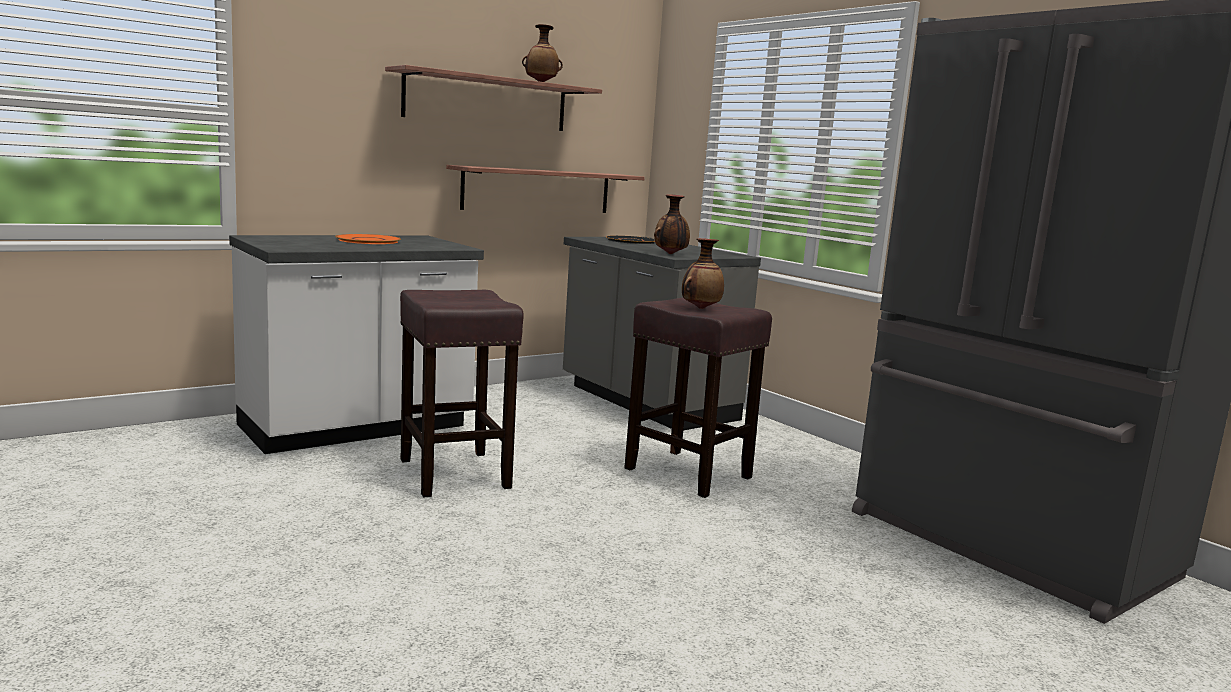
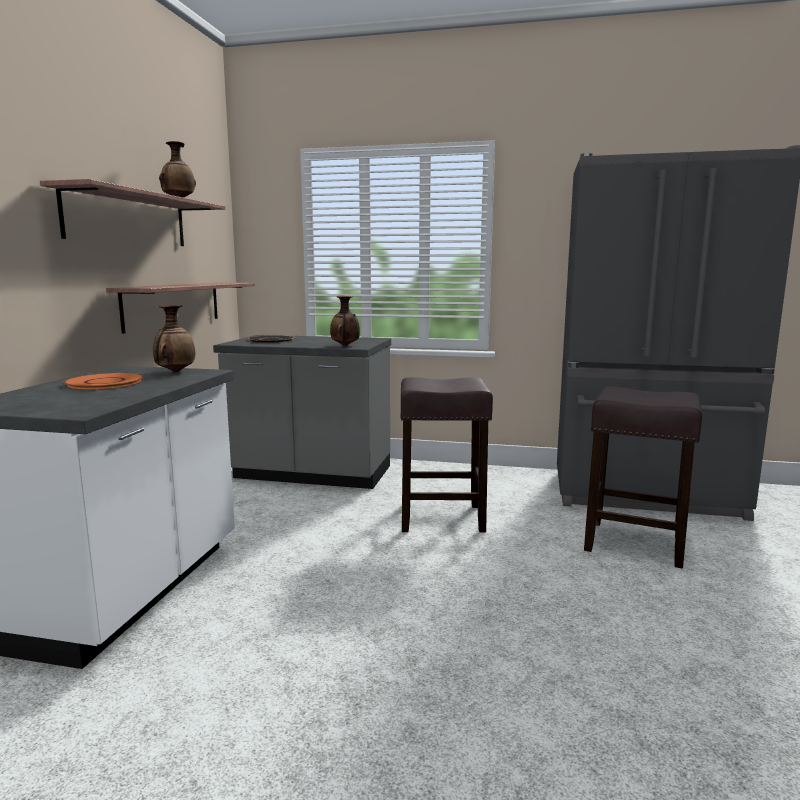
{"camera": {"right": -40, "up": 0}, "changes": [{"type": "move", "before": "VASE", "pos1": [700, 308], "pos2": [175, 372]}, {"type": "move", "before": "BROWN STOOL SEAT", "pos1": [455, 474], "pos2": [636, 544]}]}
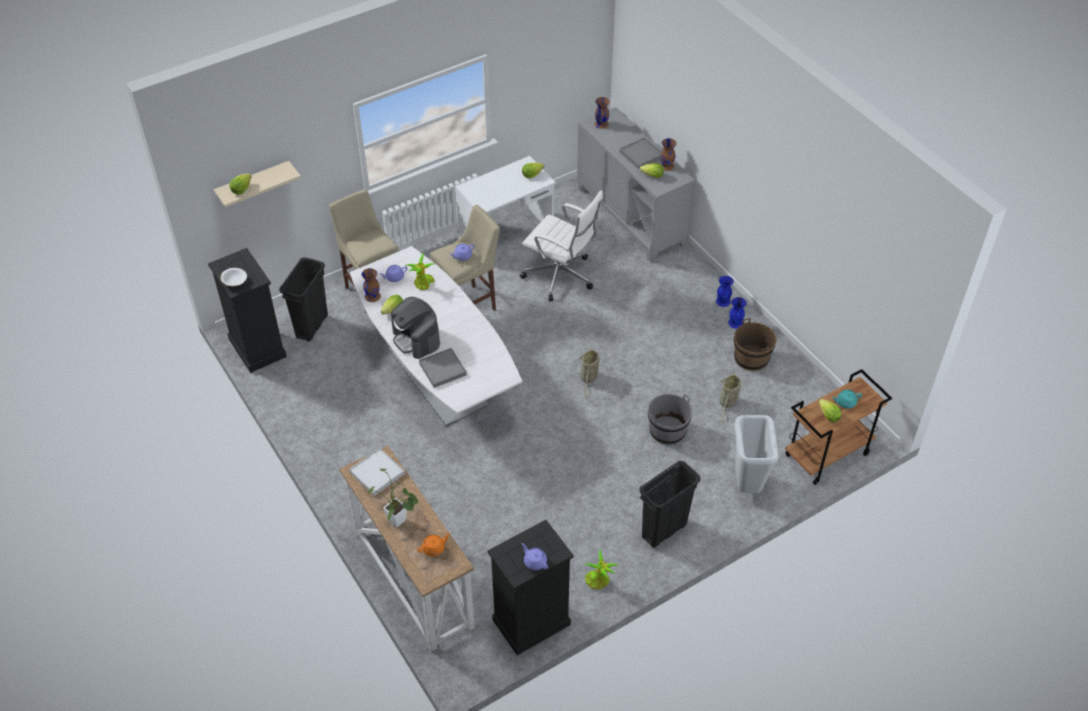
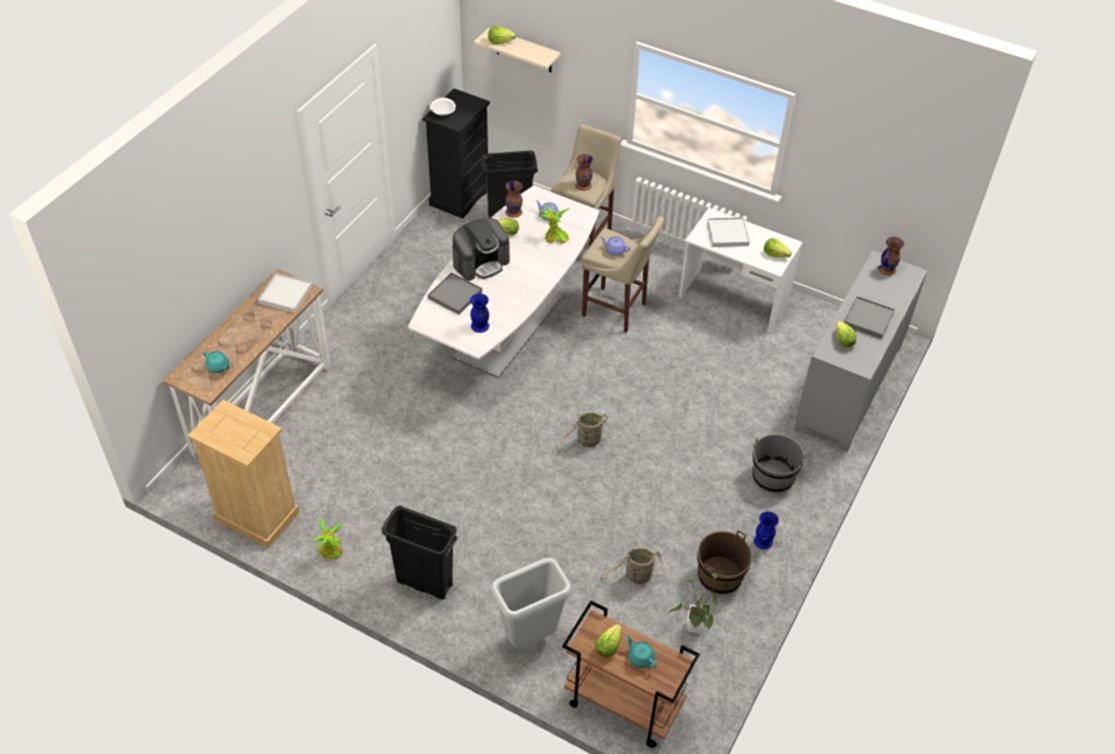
{"camera": {"right": 60, "up": 0}, "changes": [{"type": "recolor", "before": "BLACK DRAWER CHEST", "after": "SAND-COLOURED DRAWER CHEST", "pos1": [531, 622], "pos2": [256, 516]}, {"type": "recolor", "before": "ORANGE-COLOURED TEA POT", "after": "TURQUOISE-COLOURED TEA POT", "pos1": [434, 548], "pos2": [218, 367]}, {"type": "rotate", "before": "COFFEE MAKER", "pos1": [416, 339], "pos2": [481, 262], "turn": -150}, {"type": "move", "before": "BLUE-COLOURED VASE", "pos1": [723, 301], "pos2": [479, 326]}, {"type": "move", "before": "BROWN VASE", "pos1": [667, 166], "pos2": [583, 185]}, {"type": "move", "before": "HOUSEPLANT", "pos1": [399, 523], "pos2": [693, 631]}, {"type": "insert", "after": "WHITE CARRYING TRAY", "pos2": [727, 234]}, {"type": "move", "before": "GRAY WATER BUCKET", "pos1": [667, 431], "pos2": [773, 477]}, {"type": "delete", "before": "WHITE COMPUTER CHAIR", "pos1": [561, 276]}, {"type": "delete", "before": "PURPLISH TEA POT", "pos1": [534, 562]}]}
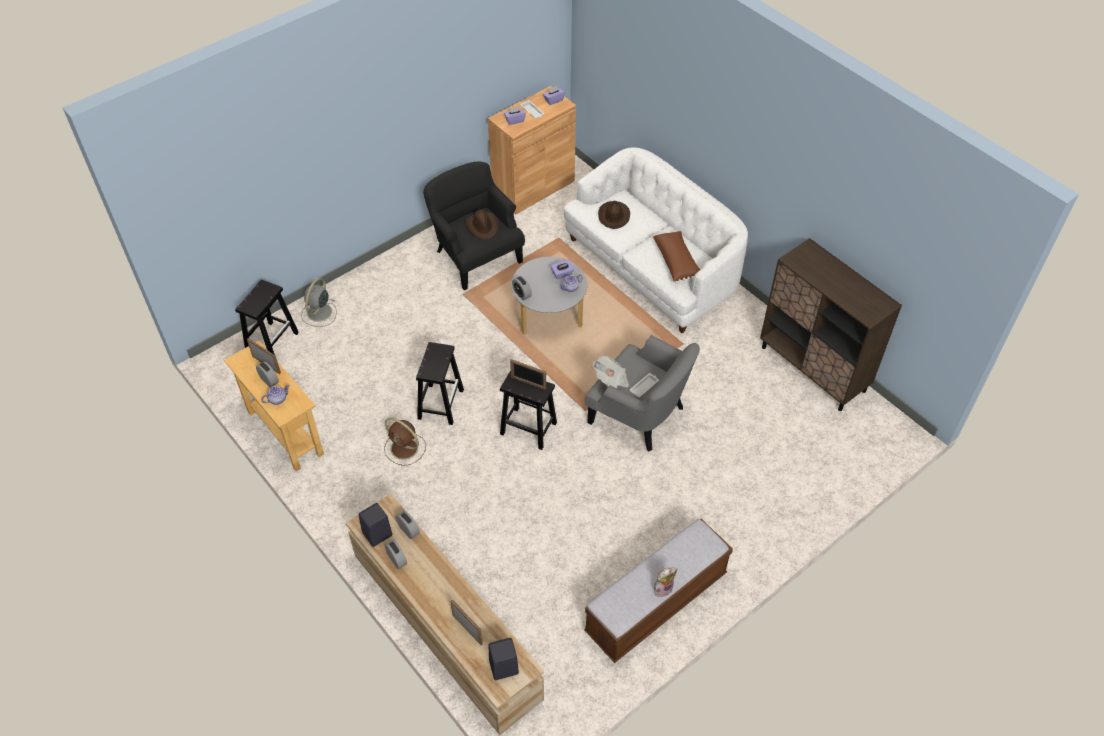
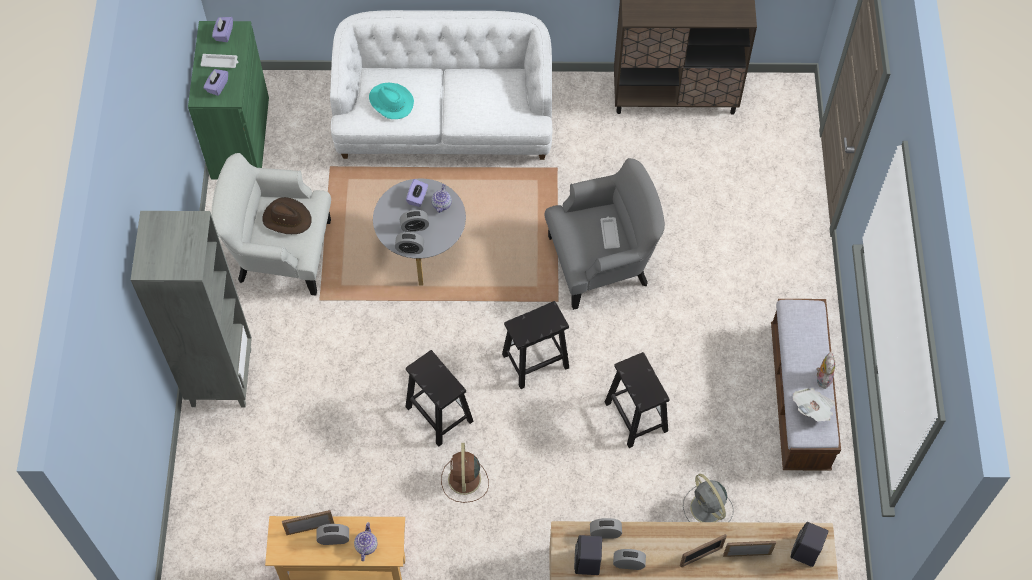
{"camera": {"right": -50, "up": 10}, "changes": [{"type": "insert", "after": "GRAY BOOKSHELF", "pos2": [221, 377]}, {"type": "recolor", "before": "BROWN STORAGE CABINET", "after": "GREEN-COLOURED STORAGE CABINET", "pos1": [533, 187], "pos2": [240, 138]}, {"type": "recolor", "before": "BLACK EASY CHAIR", "after": "WHITE EASY CHAIR", "pos1": [476, 256], "pos2": [281, 253]}, {"type": "recolor", "before": "BROWN HAT", "after": "TURQUOISE-COLOURED HAT", "pos1": [613, 216], "pos2": [391, 102]}, {"type": "insert", "after": "BEDSIDE CLOCK", "pos2": [414, 227]}, {"type": "rotate", "before": "BROWN COOLING FAN", "pos1": [405, 449], "pos2": [464, 480], "turn": 105}, {"type": "move", "before": "BLACK STOOL SEAT", "pos1": [272, 341], "pos2": [635, 416]}, {"type": "move", "before": "PICTURE FRAME", "pos1": [528, 383], "pos2": [701, 556]}, {"type": "move", "before": "GRAY COOLING FAN", "pos1": [319, 313], "pos2": [707, 509]}, {"type": "move", "before": "DAILY PAPER", "pos1": [611, 379], "pos2": [813, 409]}, {"type": "delete", "before": "BROWN PILLOW", "pos1": [677, 262]}]}
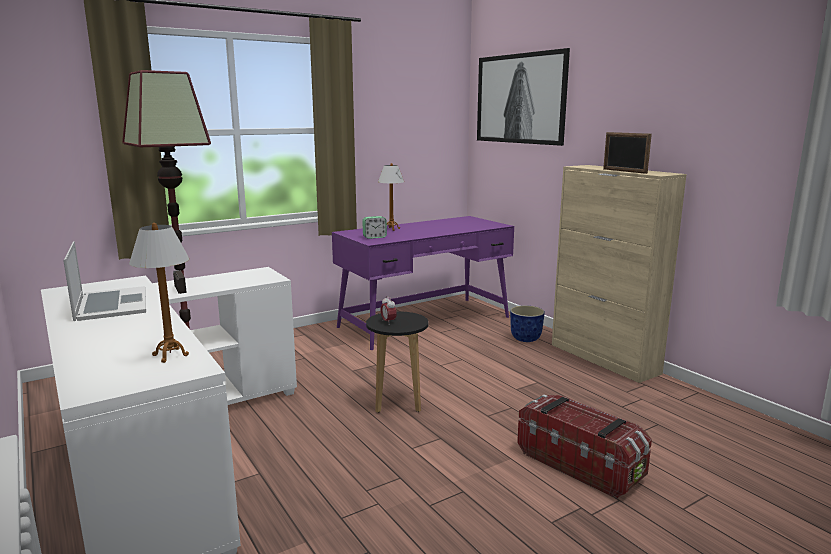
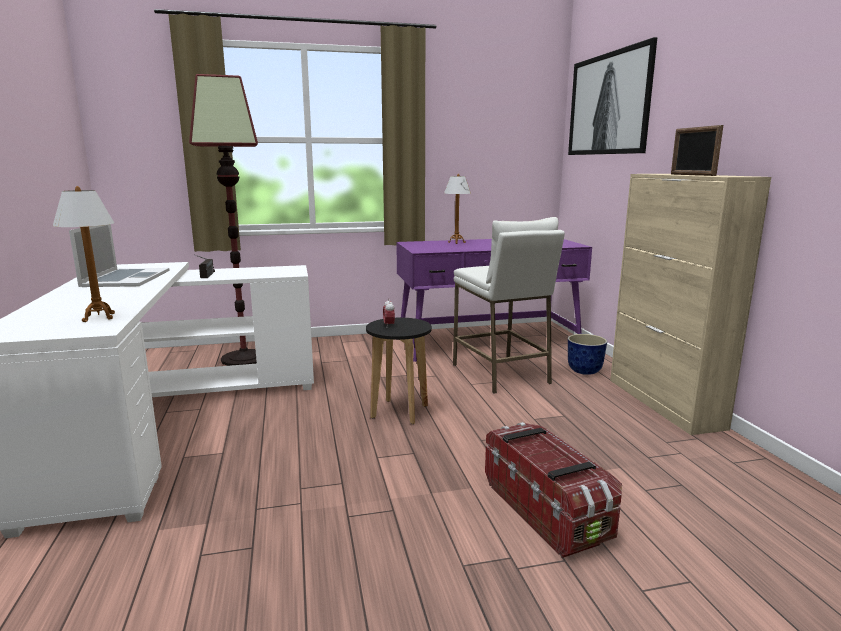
{"camera": {"right": 20, "up": 0}, "changes": [{"type": "insert", "after": "WHITE STOOL SEAT", "pos2": [501, 374]}, {"type": "delete", "before": "BEDSIDE CLOCK", "pos1": [374, 237]}]}
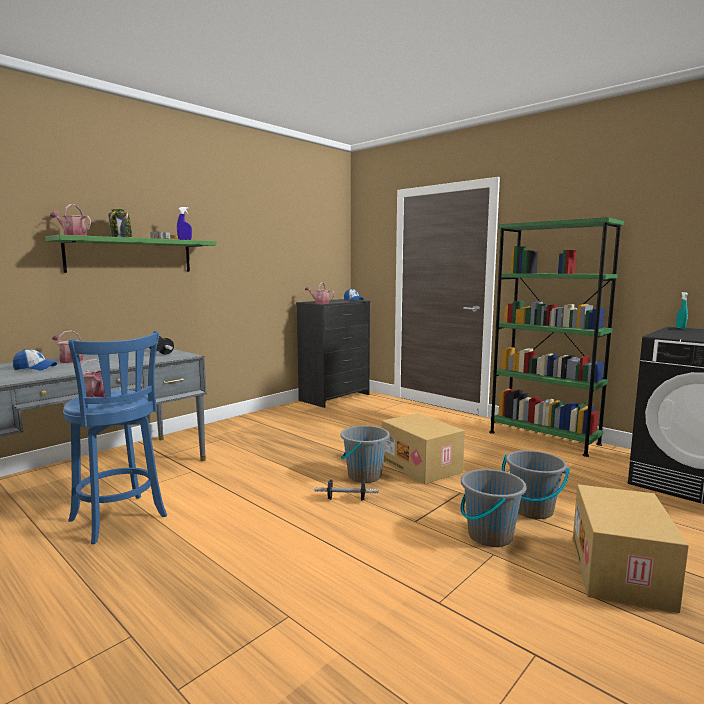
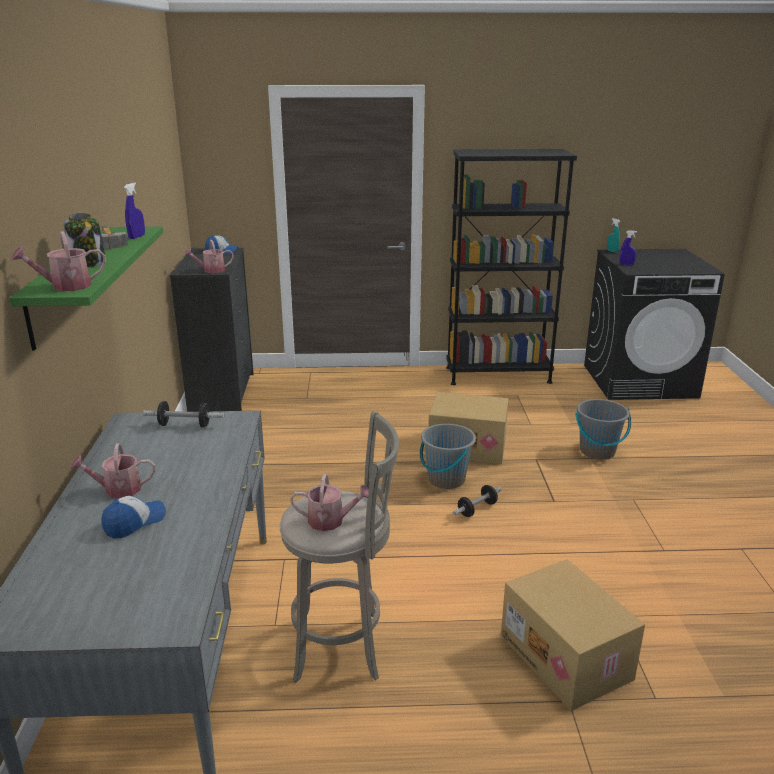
{"camera": {"right": -45, "up": 15}, "changes": [{"type": "recolor", "before": "BLUE-COLOURED STOOL SEAT", "after": "GRAY STOOL SEAT", "pos1": [120, 520], "pos2": [343, 646]}, {"type": "recolor", "before": "GREEN-COLOURED BOOKSHELF", "after": "BLACK BOOKSHELF", "pos1": [543, 438], "pos2": [498, 375]}, {"type": "move", "before": "CARTON", "pos1": [622, 572], "pos2": [567, 657]}, {"type": "insert", "after": "BLUE-COLOURED HAND SPRAYER", "pos2": [626, 264]}, {"type": "delete", "before": "GRAY WATER BUCKET", "pos1": [489, 536]}]}
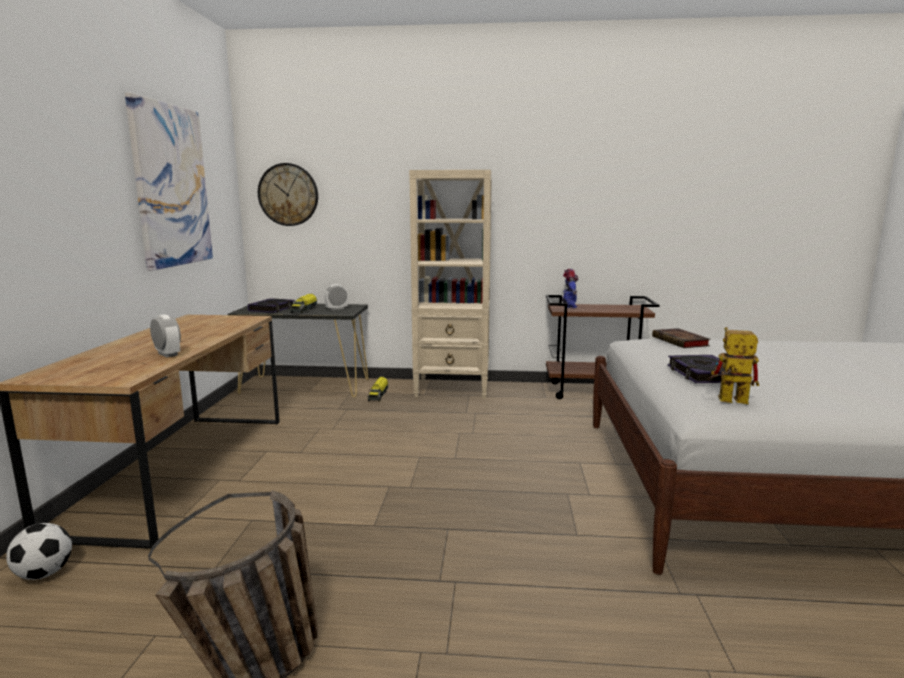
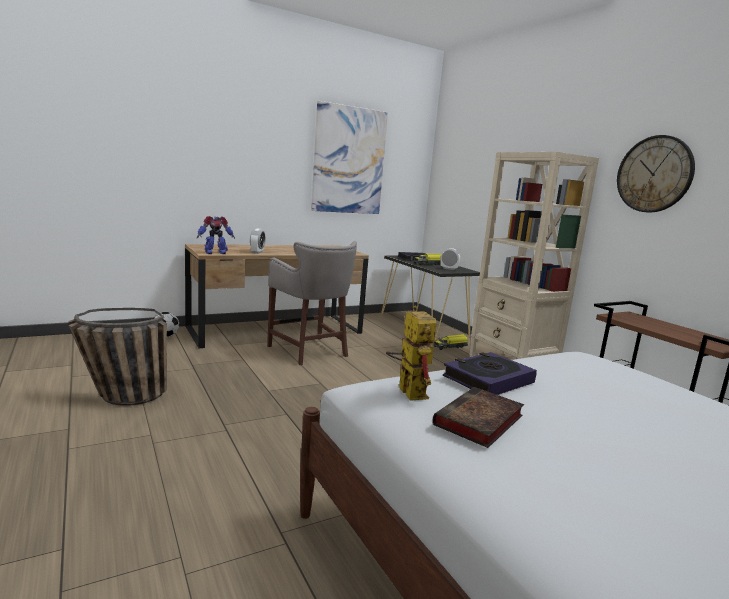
{"camera": {"right": 55, "up": 0}, "changes": [{"type": "move", "before": "ROBOT FIGURE", "pos1": [569, 306], "pos2": [215, 253]}, {"type": "insert", "after": "GRAY STOOL SEAT", "pos2": [310, 351]}, {"type": "move", "before": "BOOK", "pos1": [681, 342], "pos2": [478, 422]}, {"type": "move", "before": "HANGING CLOCK", "pos1": [288, 194], "pos2": [654, 174]}]}
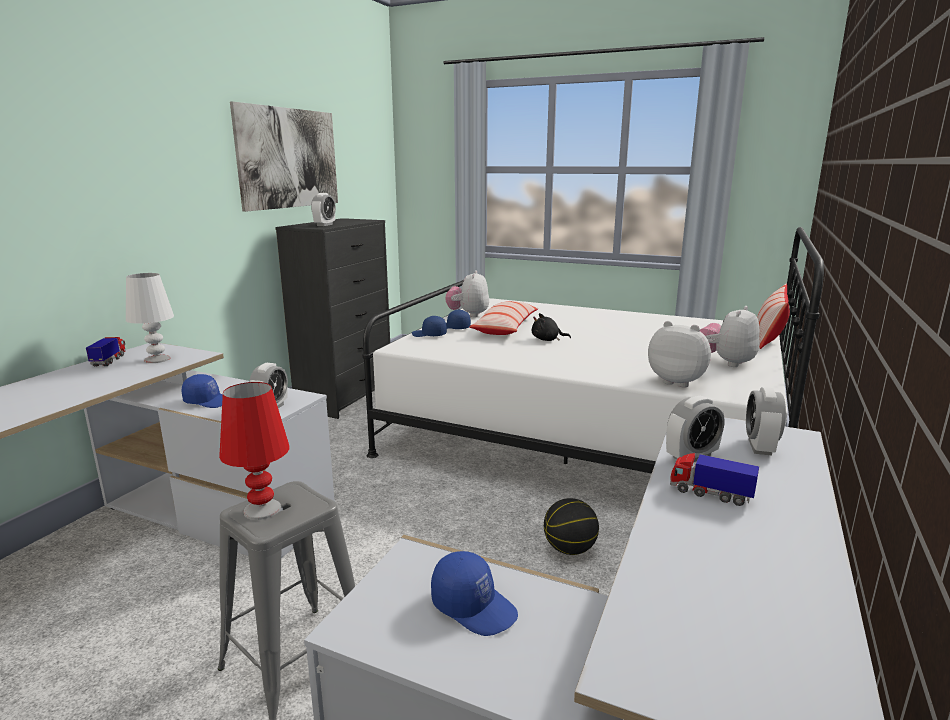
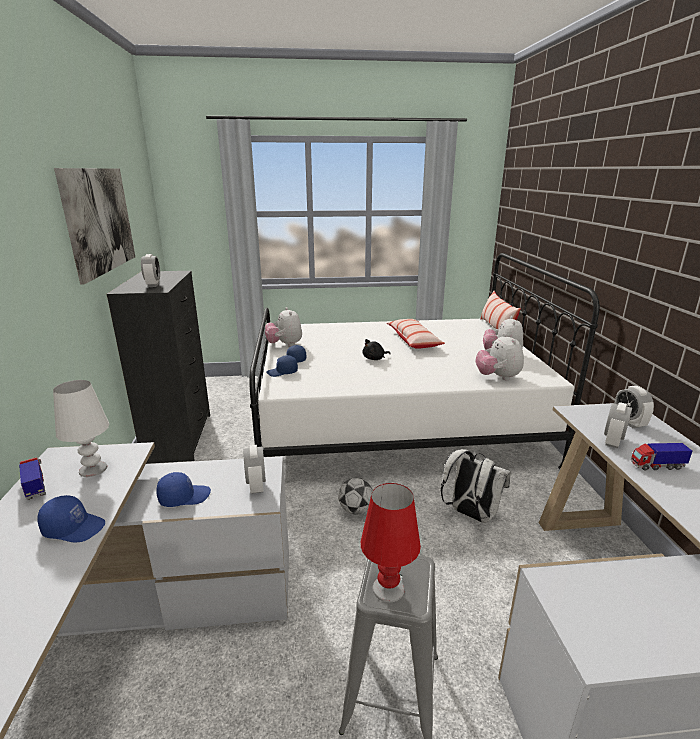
{"camera": {"right": -30, "up": 5}, "changes": [{"type": "move", "before": "BLUE-COLOURED PEAKED CAP", "pos1": [474, 606], "pos2": [74, 527]}, {"type": "insert", "after": "FOOTBALL", "pos2": [356, 510]}, {"type": "move", "before": "PILLOW", "pos1": [505, 328], "pos2": [413, 341]}, {"type": "replace", "before": "BASKETBALL", "after": "WHITE KNAPSACK", "pos1": [569, 549], "pos2": [470, 514]}, {"type": "rotate", "before": "SOFT TOY", "pos1": [678, 381], "pos2": [497, 377], "turn": -105}]}
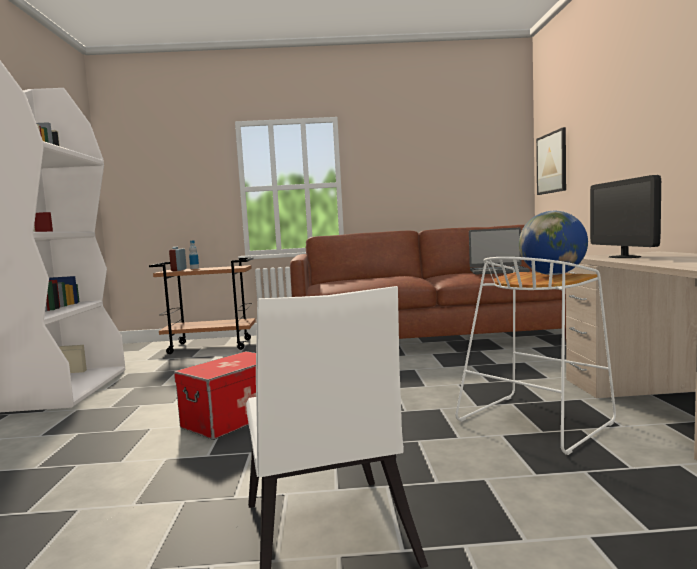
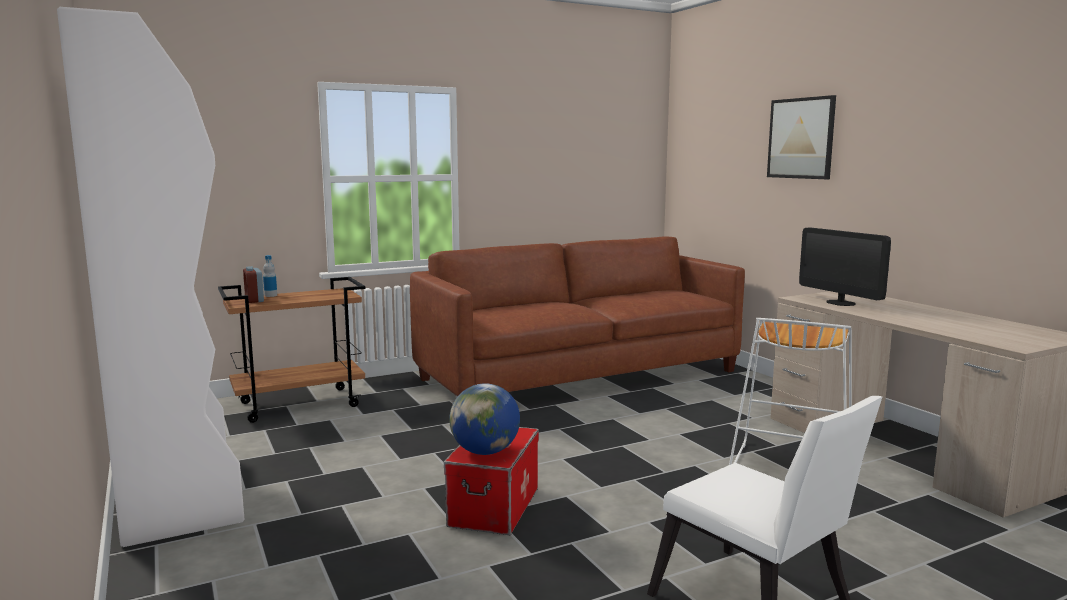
{"camera": {"right": -25, "up": 5}, "changes": [{"type": "move", "before": "GLOBE", "pos1": [552, 274], "pos2": [485, 452]}, {"type": "move", "before": "WALL ART", "pos1": [552, 163], "pos2": [801, 138]}, {"type": "delete", "before": "LAPTOP", "pos1": [498, 271]}]}
